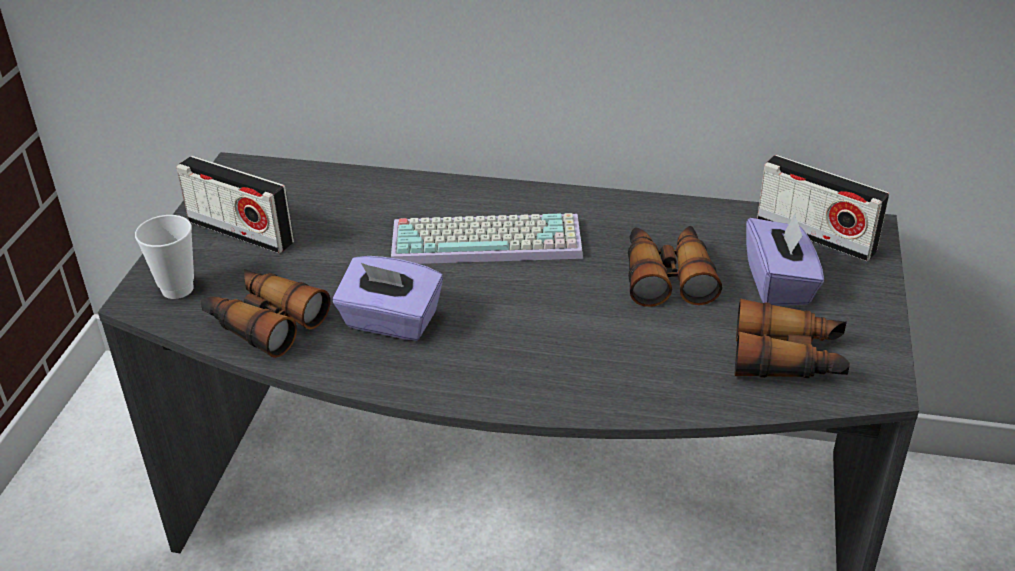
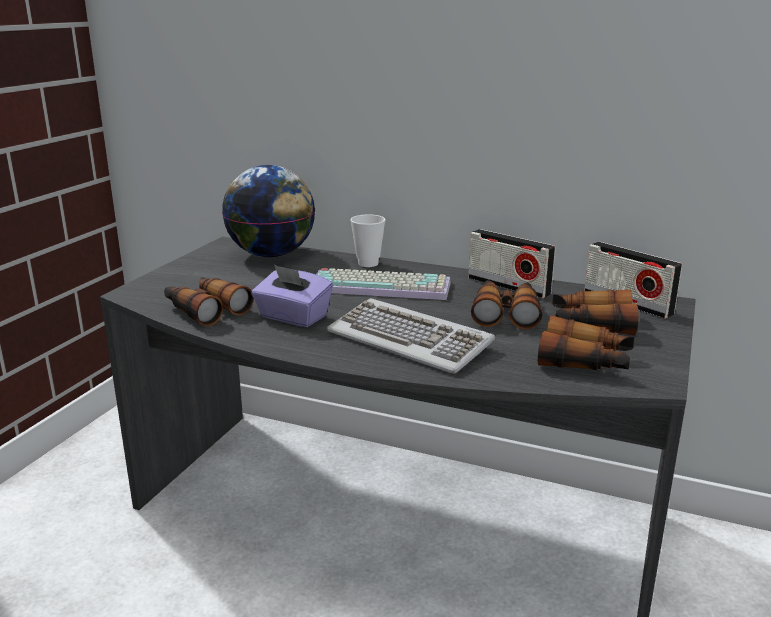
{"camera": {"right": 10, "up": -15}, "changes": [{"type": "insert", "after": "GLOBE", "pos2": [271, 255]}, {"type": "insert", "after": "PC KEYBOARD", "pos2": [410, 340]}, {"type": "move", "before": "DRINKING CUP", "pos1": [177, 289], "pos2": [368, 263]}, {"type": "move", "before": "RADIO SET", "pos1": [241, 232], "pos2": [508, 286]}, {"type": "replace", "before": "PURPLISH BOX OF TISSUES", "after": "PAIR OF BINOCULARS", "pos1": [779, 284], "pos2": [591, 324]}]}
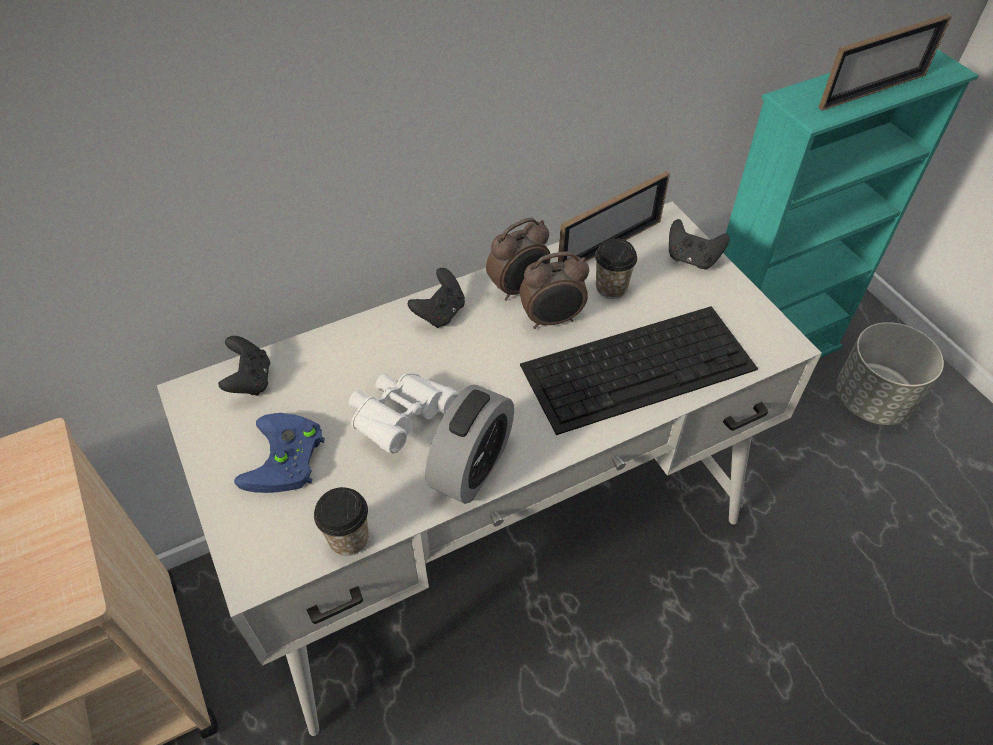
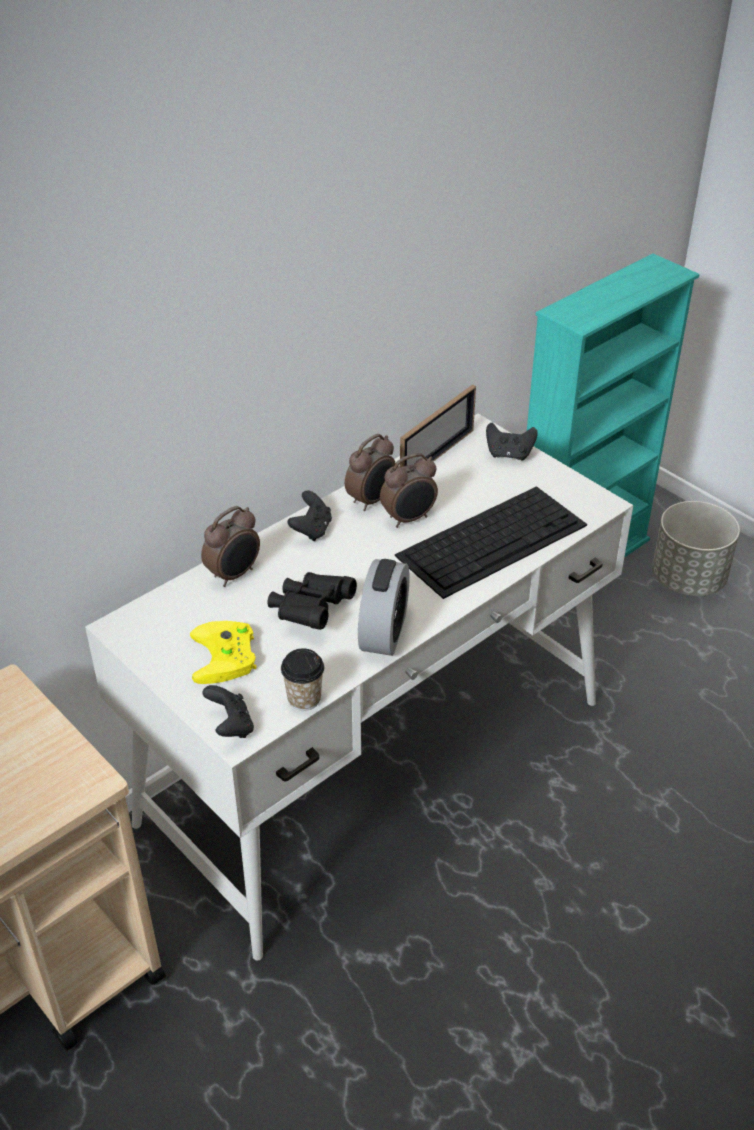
{"camera": {"right": -15, "up": -10}, "changes": [{"type": "recolor", "before": "BLUE-COLOURED GAMEPAD", "after": "YELLOWISH GAMEPAD", "pos1": [285, 460], "pos2": [226, 657]}, {"type": "insert", "after": "BEDSIDE CLOCK", "pos2": [234, 575]}, {"type": "move", "before": "BLACK GAMEPAD", "pos1": [250, 380], "pos2": [231, 726]}, {"type": "recolor", "before": "WHITE PAIR OF BINOCULARS", "after": "BLACK PAIR OF BINOCULARS", "pos1": [401, 418], "pos2": [311, 611]}, {"type": "delete", "before": "DRINKING CUP", "pos1": [611, 288]}, {"type": "delete", "before": "PICTURE FRAME", "pos1": [872, 91]}]}
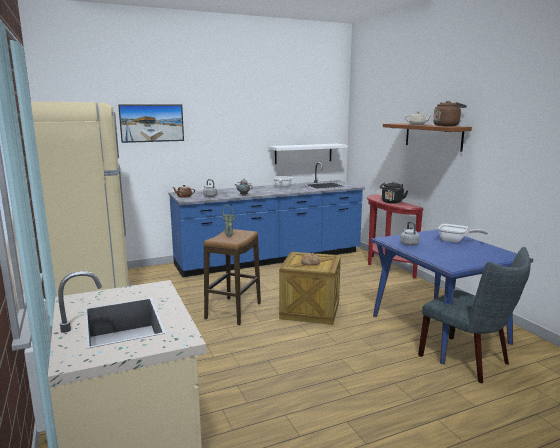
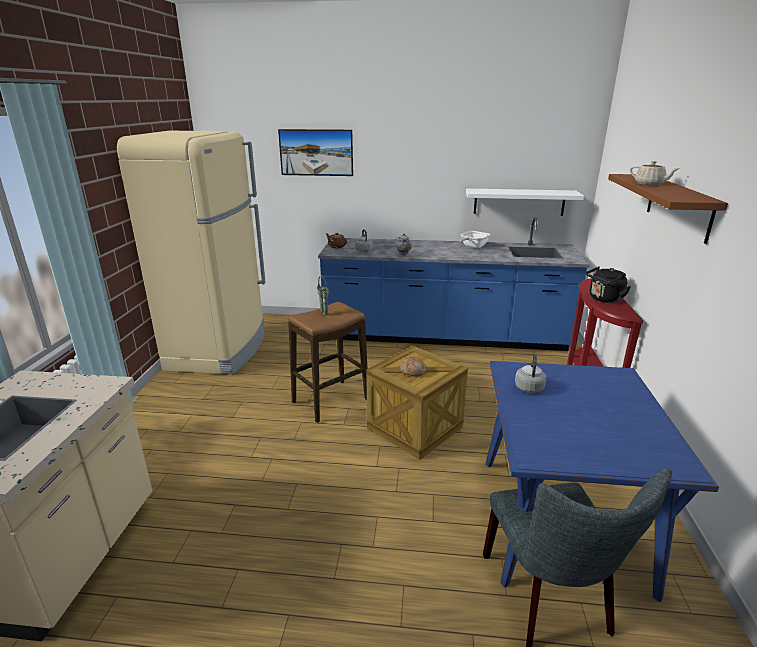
{"camera": {"right": 30, "up": 10}, "changes": [{"type": "delete", "before": "BROWN TEA KETTLE", "pos1": [447, 126]}, {"type": "delete", "before": "FRYING PAN", "pos1": [455, 241]}]}
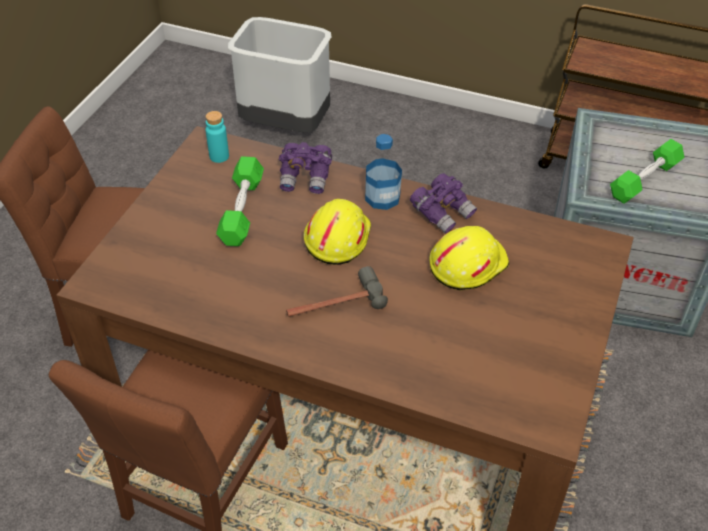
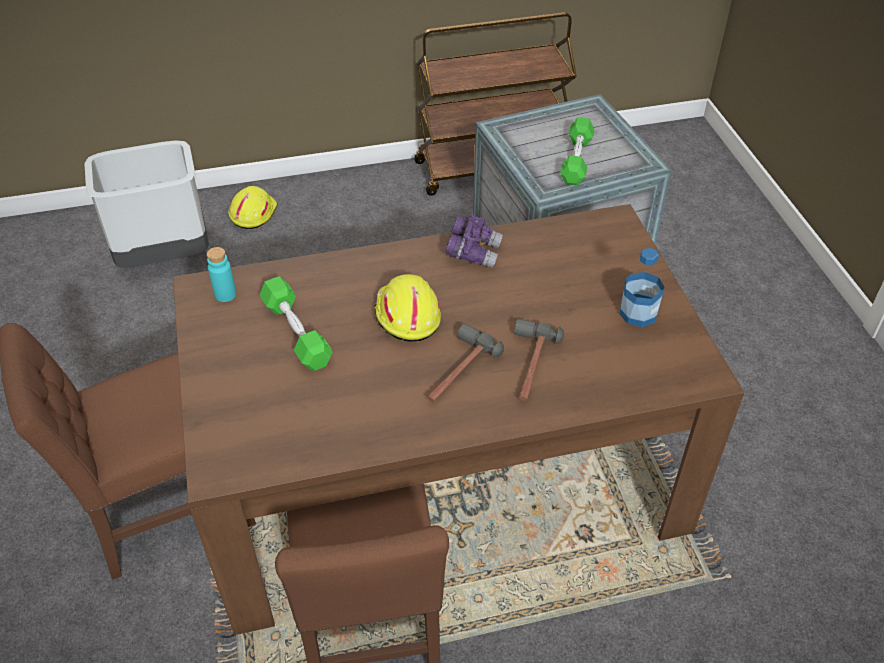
{"camera": {"right": -35, "up": 0}, "changes": [{"type": "move", "before": "YELLOWISH WORK HELMET", "pos1": [467, 264], "pos2": [253, 213]}, {"type": "insert", "after": "HAND HAMMER", "pos2": [530, 366]}, {"type": "move", "before": "DRINK BOTTLE", "pos1": [382, 197], "pos2": [638, 313]}, {"type": "delete", "before": "PURPLISH PAIR OF BINOCULARS", "pos1": [306, 178]}]}
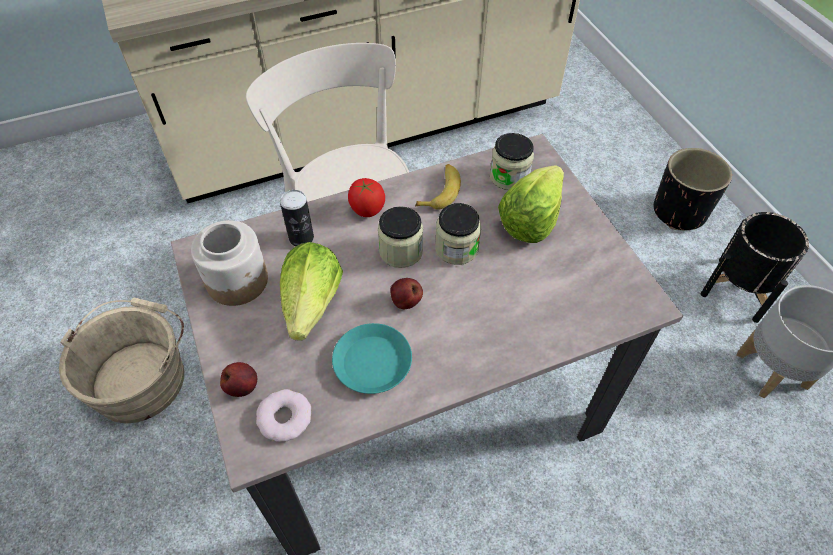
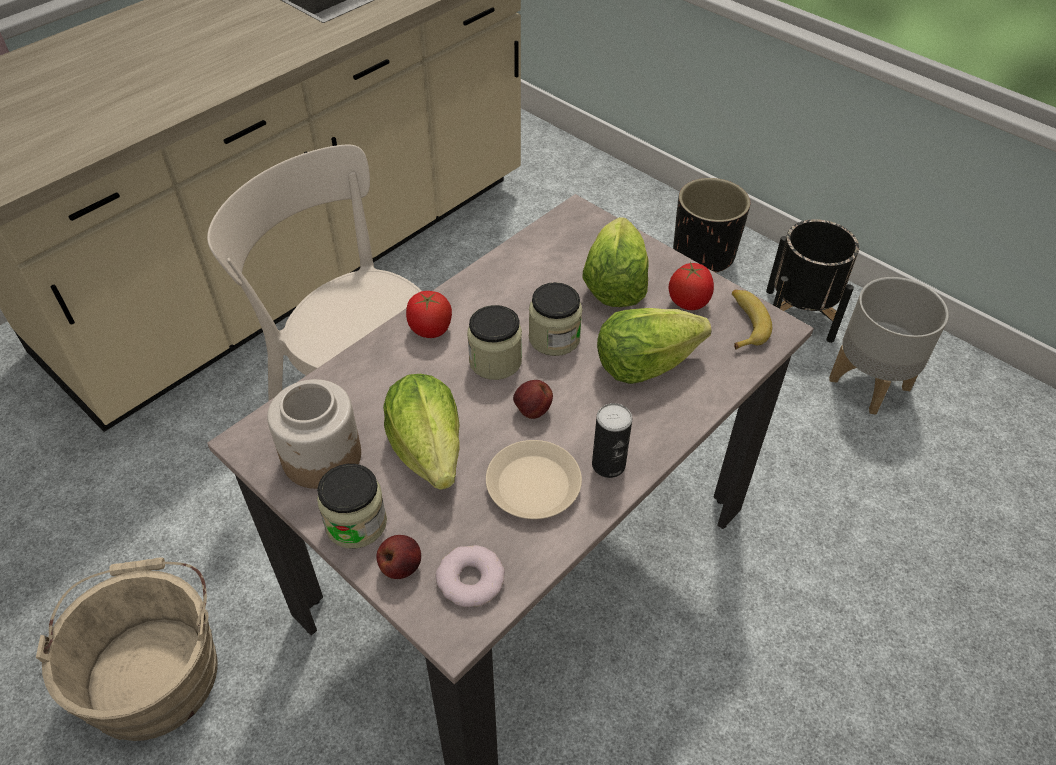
{"camera": {"right": -25, "up": -5}, "changes": [{"type": "move", "before": "PRESERVE JAR", "pos1": [509, 177], "pos2": [356, 523]}, {"type": "recolor", "before": "TURQUOISE-COLOURED FLAT DISH", "after": "SAND-COLOURED FLAT DISH", "pos1": [372, 362], "pos2": [532, 485]}, {"type": "move", "before": "SEALED CAN", "pos1": [301, 238], "pos2": [608, 464]}, {"type": "insert", "after": "HEAD OF LETTUCE", "pos2": [644, 364]}, {"type": "insert", "after": "FRESH TOMATO", "pos2": [688, 302]}, {"type": "move", "before": "BANANA FRUIT", "pos1": [441, 191], "pos2": [744, 323]}]}
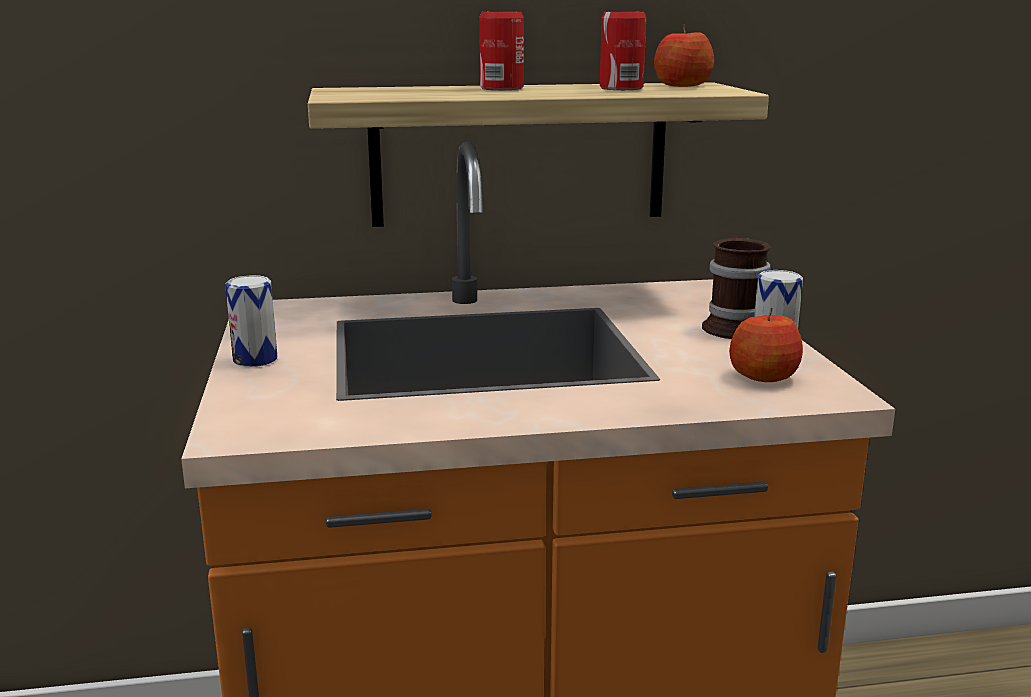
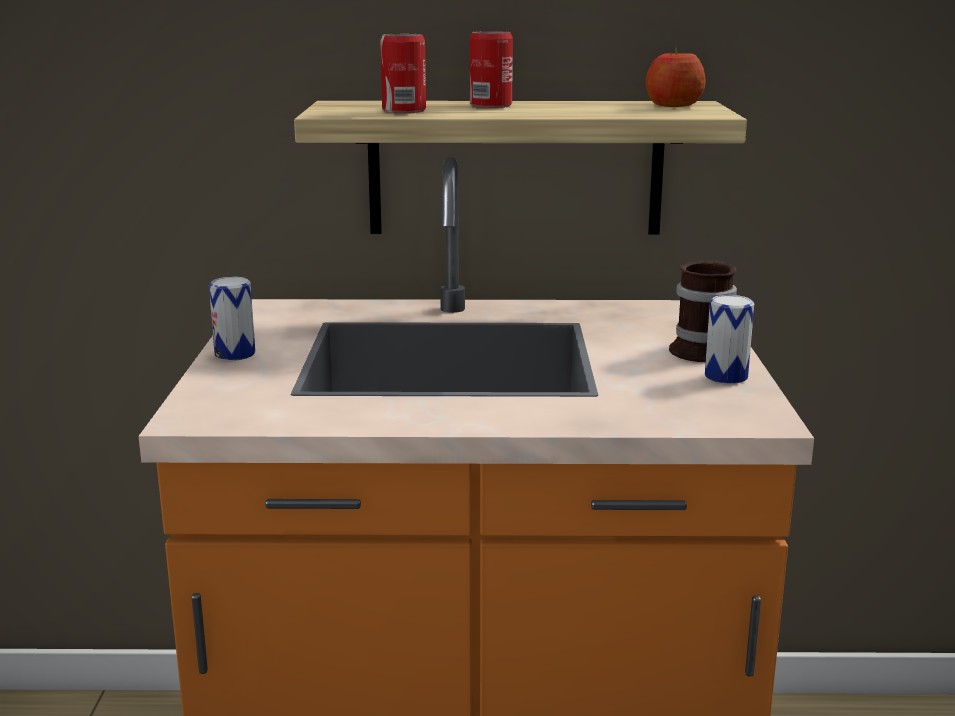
{"camera": {"right": 10, "up": 0}, "changes": [{"type": "move", "before": "SEALED CAN", "pos1": [621, 88], "pos2": [404, 110]}, {"type": "delete", "before": "WHOLE APPLE", "pos1": [764, 376]}]}
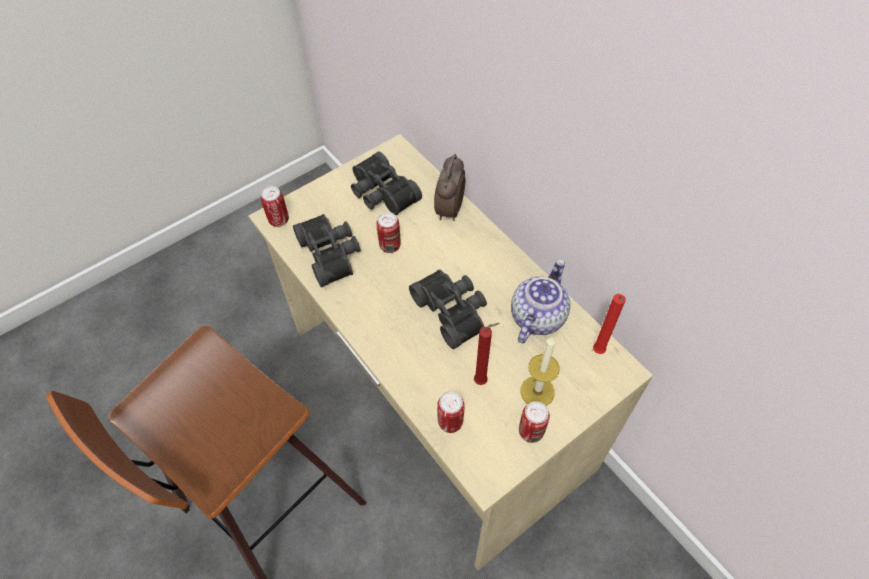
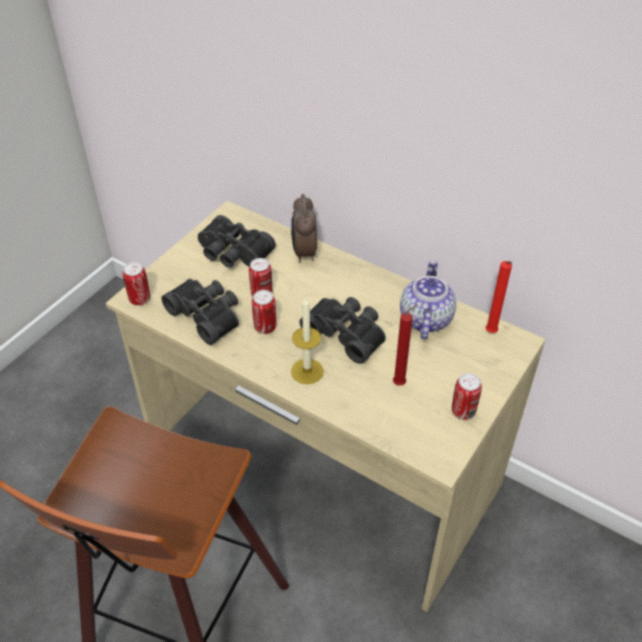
{"camera": {"right": -20, "up": -10}, "changes": [{"type": "move", "before": "SEALED CAN", "pos1": [450, 422], "pos2": [265, 327]}, {"type": "move", "before": "CANDLE", "pos1": [537, 391], "pos2": [307, 371]}]}
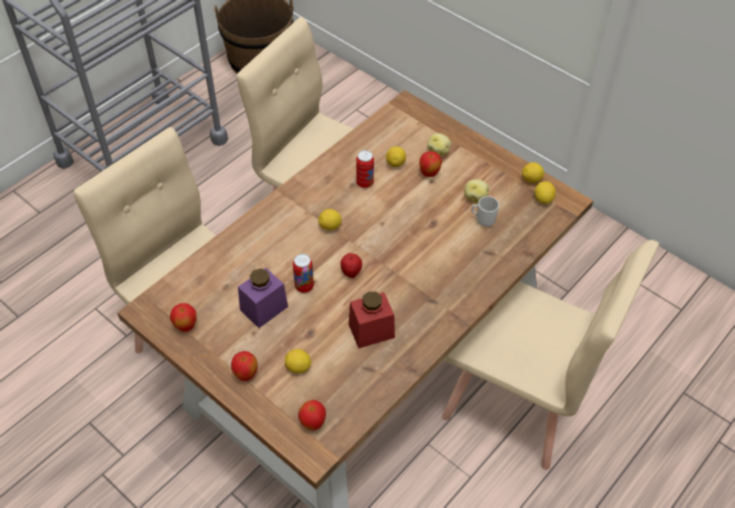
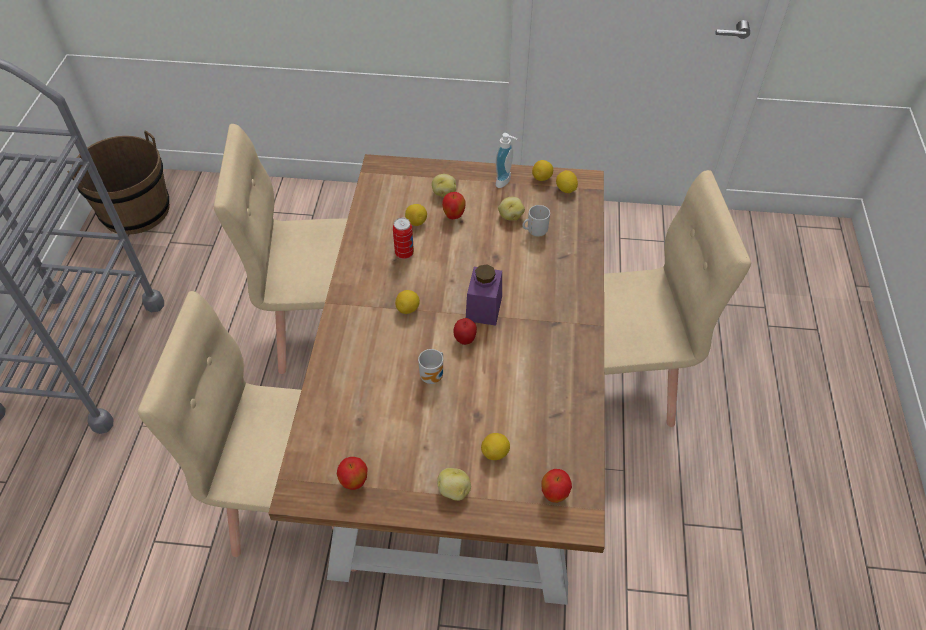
{"camera": {"right": -35, "up": 0}, "changes": [{"type": "replace", "before": "SEALED CAN", "after": "MUG", "pos1": [304, 286], "pos2": [433, 376]}, {"type": "replace", "before": "WHOLE APPLE", "after": "SPUD", "pos1": [246, 375], "pos2": [454, 491]}, {"type": "move", "before": "PURPLISH PRESERVE JAR", "pos1": [264, 308], "pos2": [484, 308]}, {"type": "insert", "after": "SOAP BOTTLE", "pos2": [505, 181]}, {"type": "delete", "before": "RED PRESERVE JAR", "pos1": [371, 331]}]}
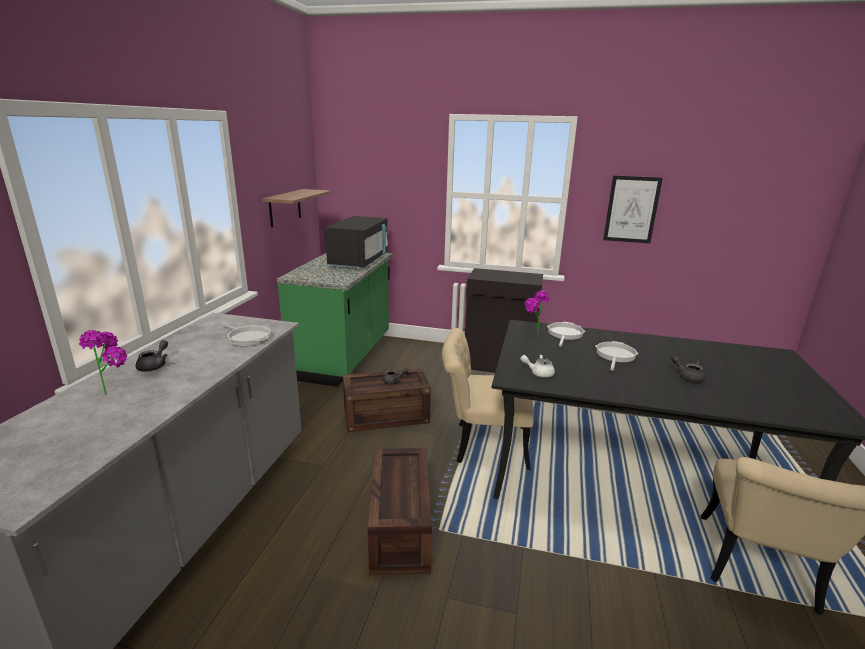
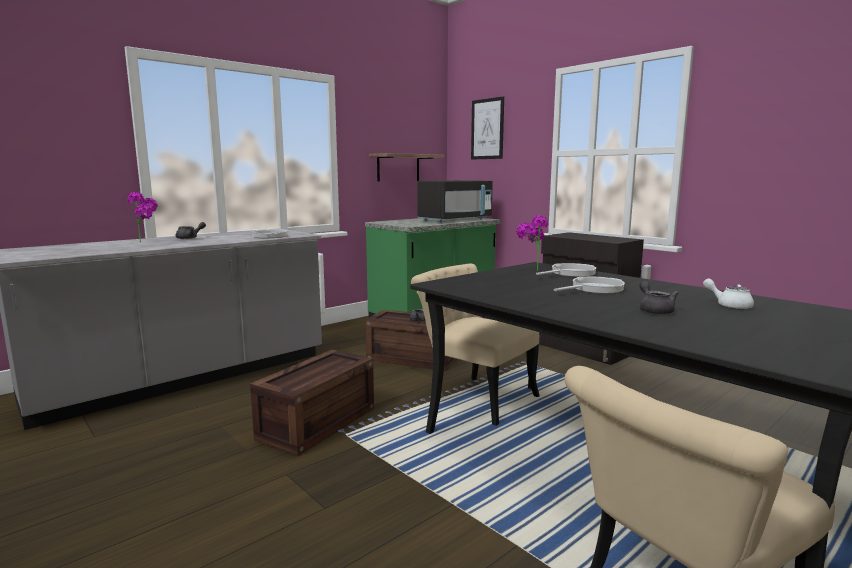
{"camera": {"right": 35, "up": -10}, "changes": [{"type": "move", "before": "WALL ART", "pos1": [631, 209], "pos2": [487, 129]}, {"type": "move", "before": "WHITE TEA POT", "pos1": [538, 373], "pos2": [729, 305]}]}
